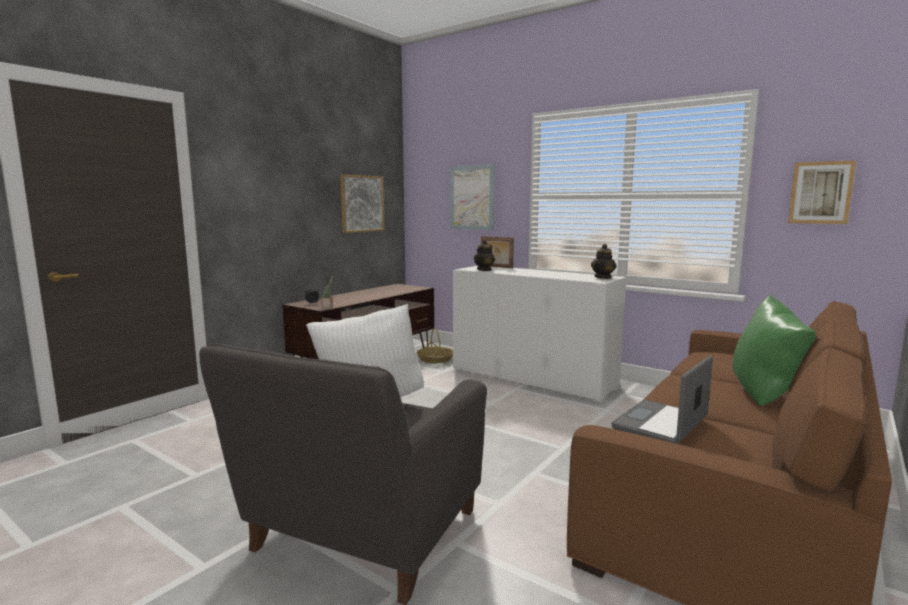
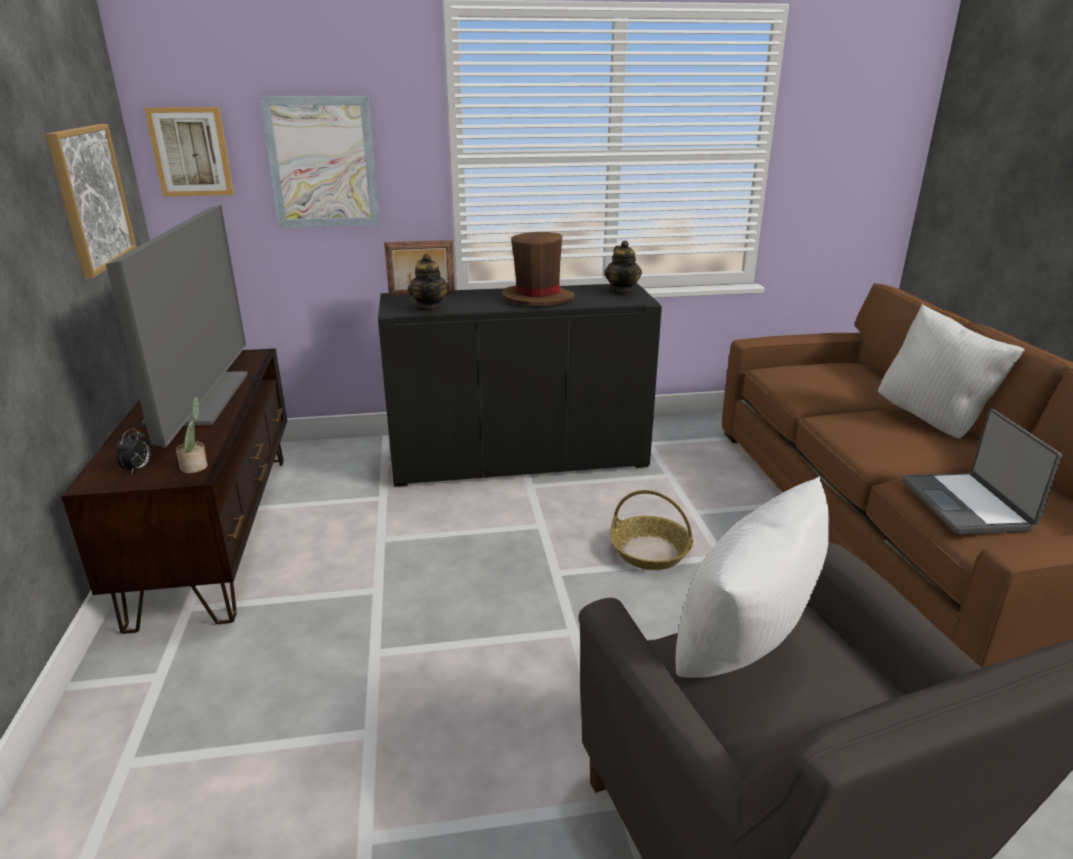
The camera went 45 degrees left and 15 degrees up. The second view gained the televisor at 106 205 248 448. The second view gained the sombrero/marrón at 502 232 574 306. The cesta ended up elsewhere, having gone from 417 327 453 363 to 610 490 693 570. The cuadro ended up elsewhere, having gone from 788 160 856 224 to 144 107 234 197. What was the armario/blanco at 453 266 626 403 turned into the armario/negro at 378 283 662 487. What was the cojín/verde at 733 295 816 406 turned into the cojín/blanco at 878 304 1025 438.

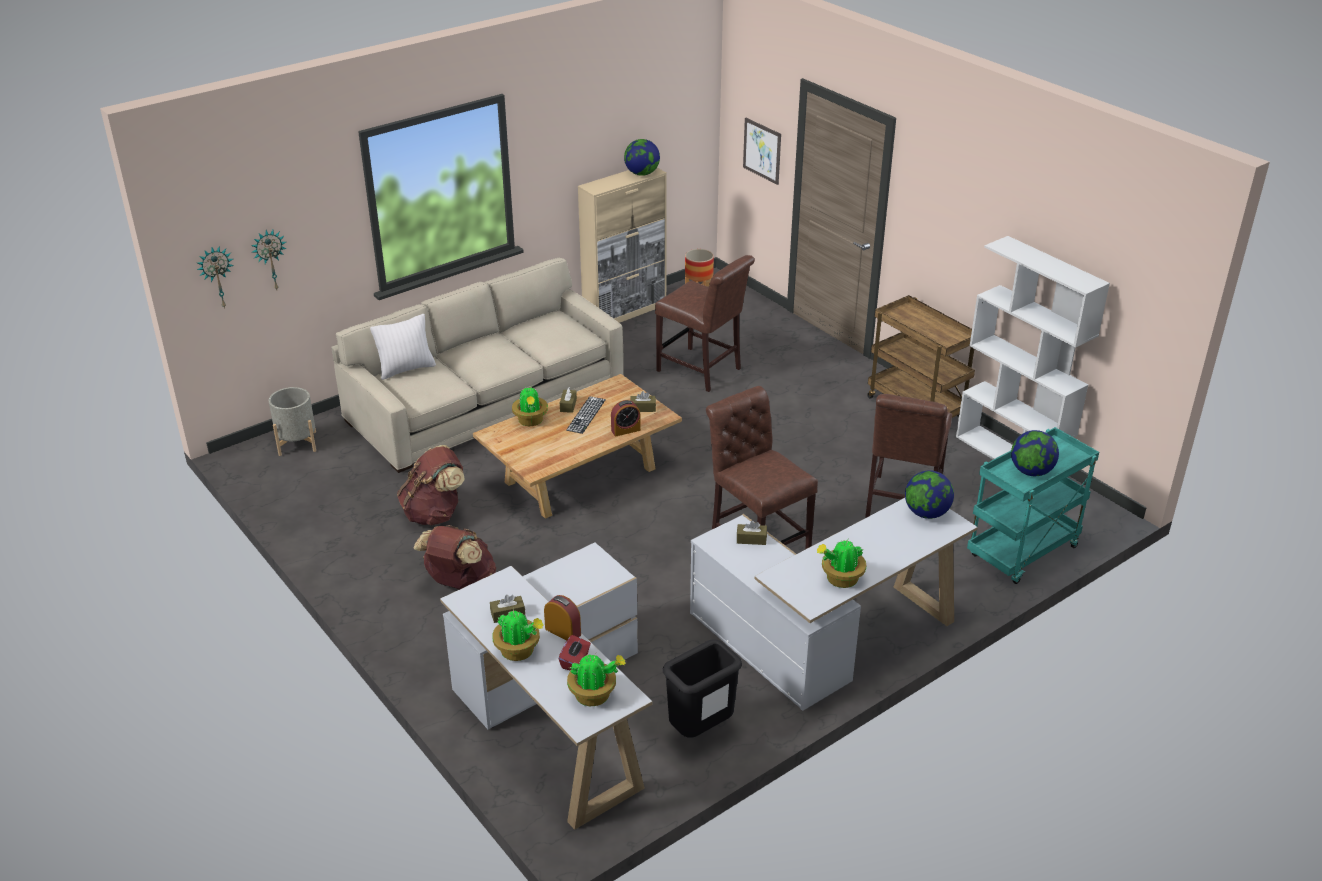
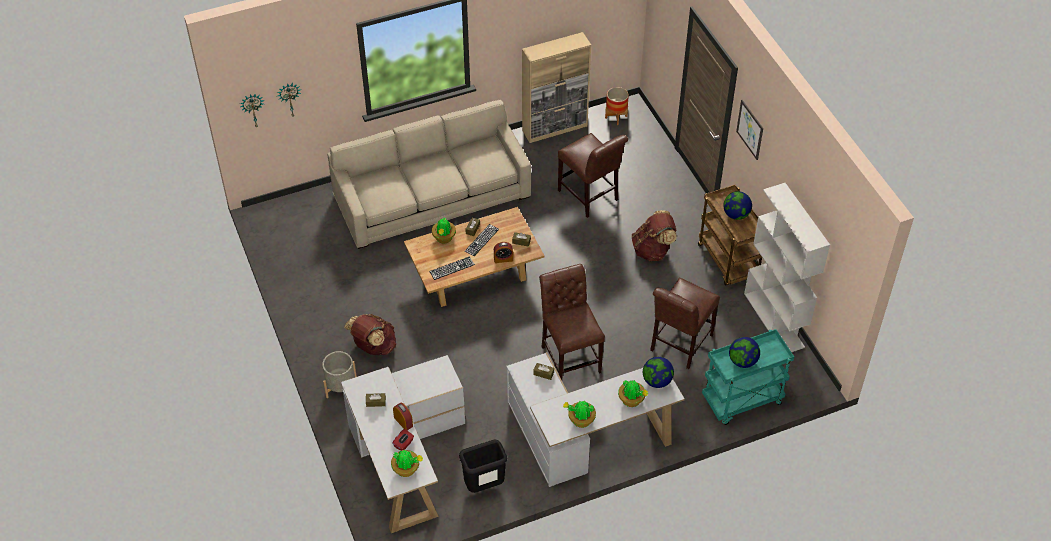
The camera went 15 degrees right and 15 degrees up. The second view lost the cojín/blanco at 370 314 436 380. The second view gained the teclado at 429 256 475 280. The maceta/gris ended up elsewhere, having gone from 269 387 316 456 to 322 351 357 398. The mochila/marrón ended up elsewhere, having gone from 397 445 465 525 to 631 210 676 261. The planta en maceta ended up elsewhere, having gone from 492 609 543 661 to 618 380 648 407. The globo terráqueo ended up elsewhere, having gone from 624 139 660 176 to 723 191 752 220. The cuadro ended up elsewhere, having gone from 743 118 781 185 to 736 100 763 160.

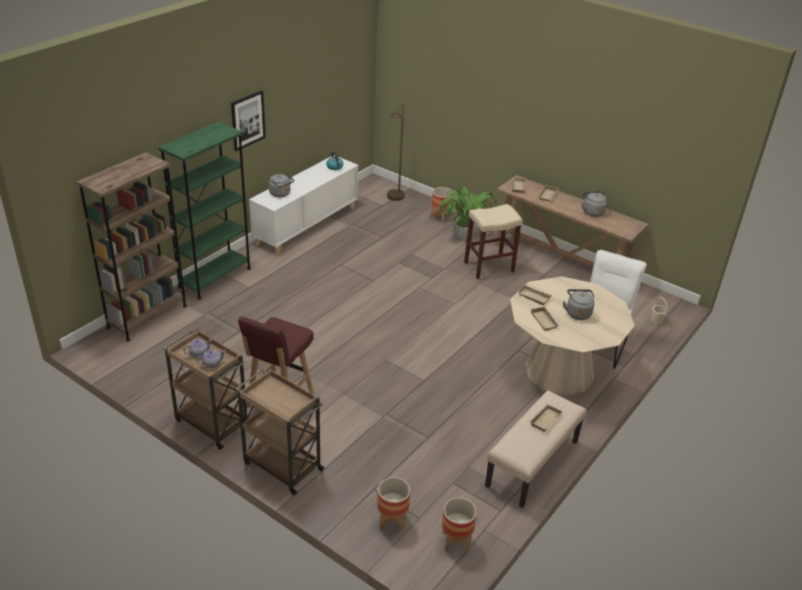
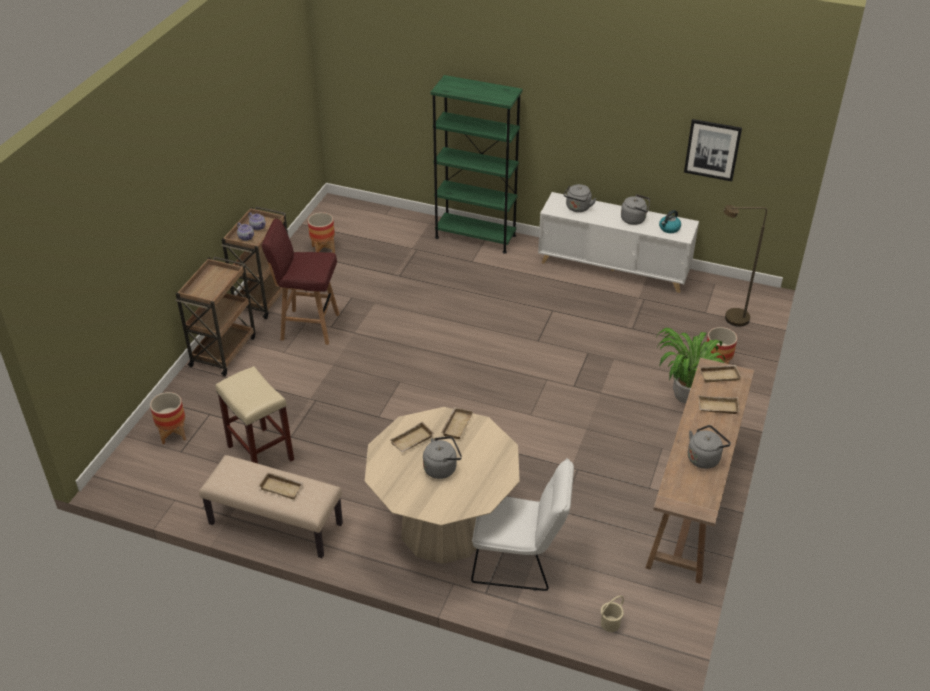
The camera went 75 degrees right and 5 degrees up. The second view lost the estantería/marrón at 76 152 187 342. The second view gained the hervidor/gris at 621 194 650 225. The cuadro ended up elsewhere, having gone from 231 90 266 151 to 684 119 742 181. The maceta ended up elsewhere, having gone from 442 498 477 552 to 308 212 335 253. The taburete/beis ended up elsewhere, having gone from 464 204 523 279 to 216 366 294 464.

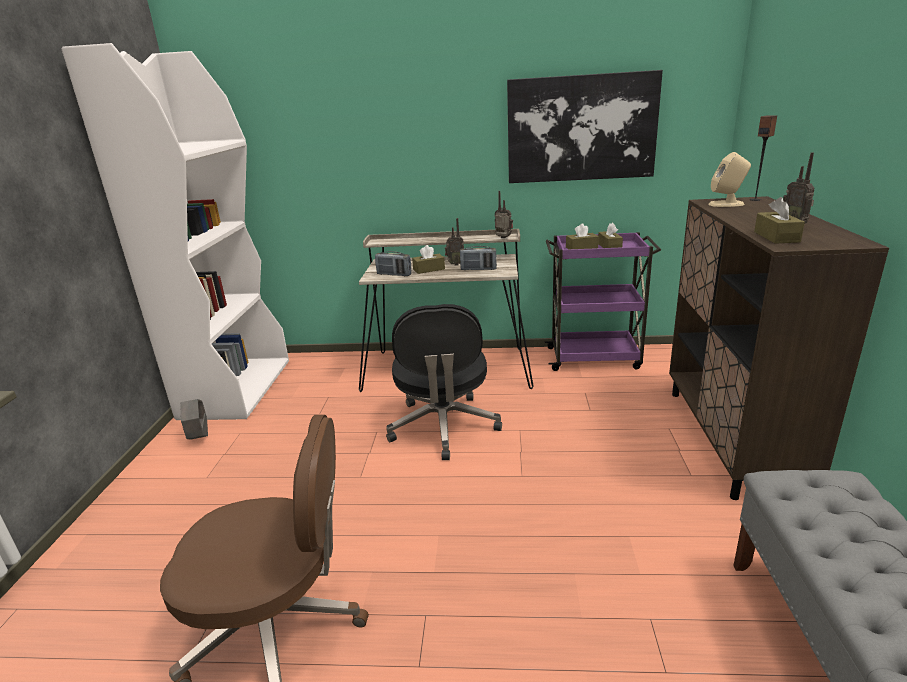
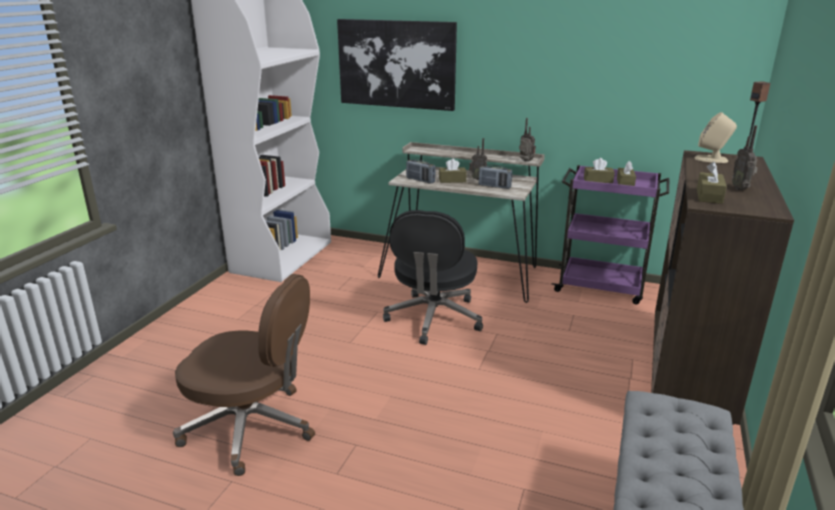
The camera went 15 degrees right and 0 degrees up. The second view lost the maceta/gris at 180 399 208 439. The cuadro ended up elsewhere, having gone from 507 70 663 183 to 337 19 457 111.

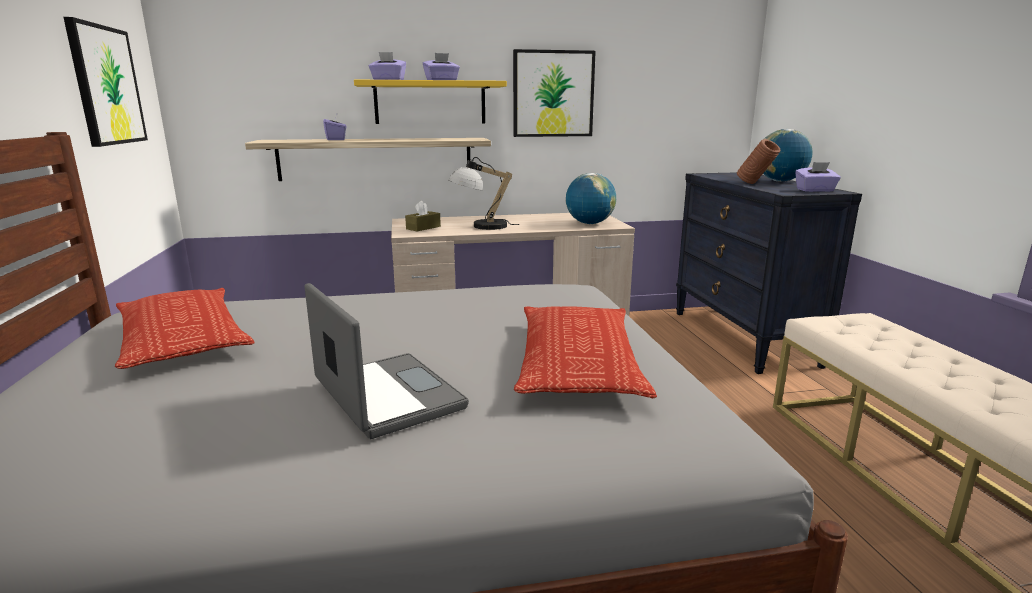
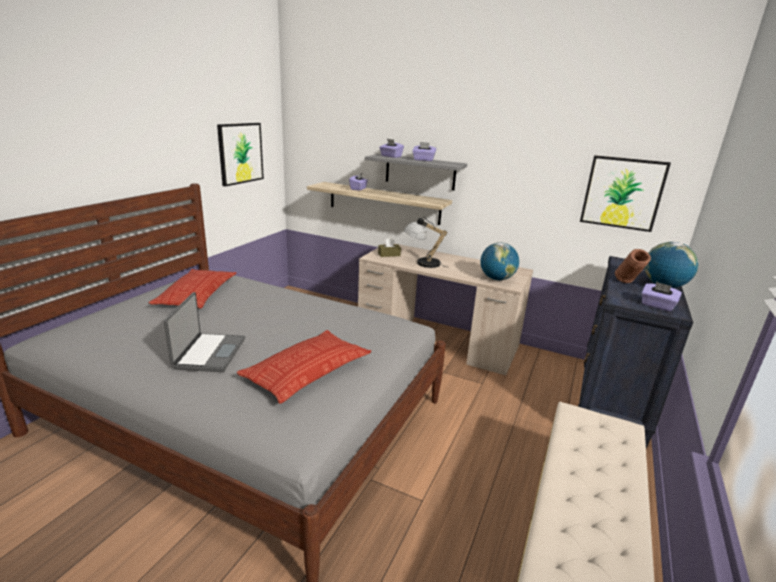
The camera went 35 degrees right and 5 degrees up. The cuadro ended up elsewhere, having gone from 513 49 596 137 to 580 155 671 232. What was the estante/amarillo at 354 80 507 124 turned into the estante/gris at 365 154 467 191.

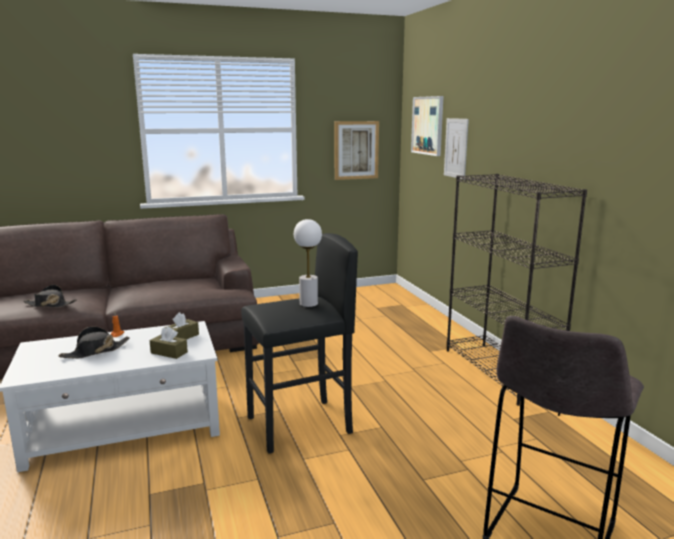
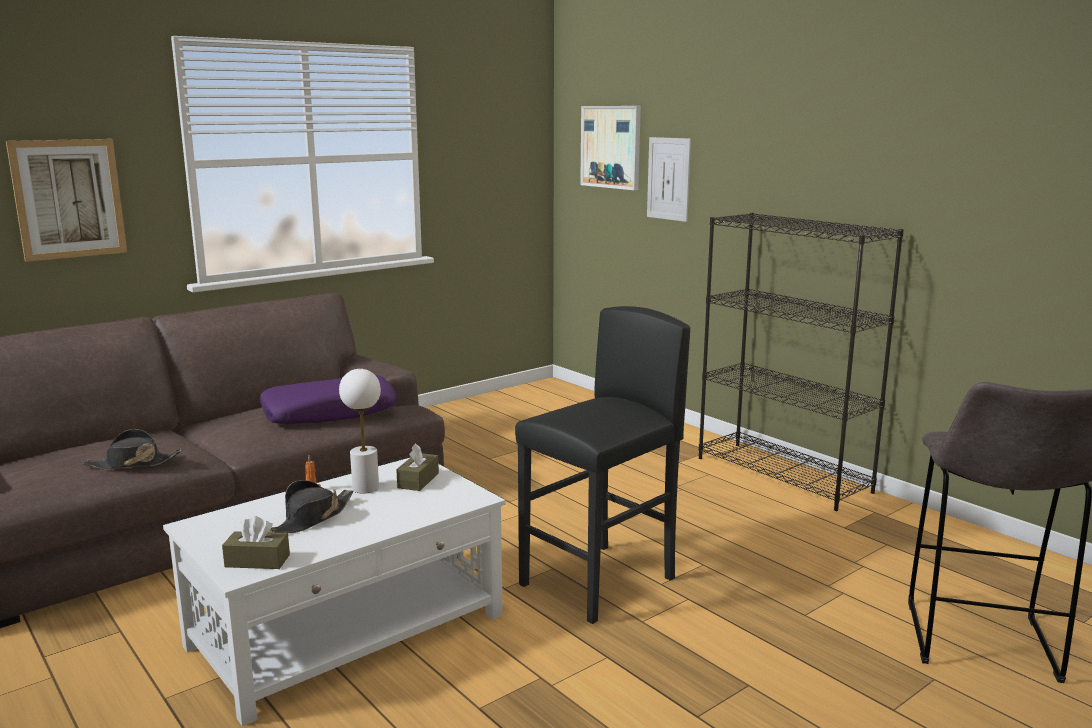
The camera went 20 degrees left and 0 degrees up. The second view gained the cojín/morado at 260 375 397 424. The caja de pañuelos/marrón ended up elsewhere, having gone from 149 326 188 359 to 222 516 290 569. The lámpara de mesa/blanco ended up elsewhere, having gone from 294 219 322 307 to 339 369 381 494. The cuadro ended up elsewhere, having gone from 335 121 379 180 to 6 139 127 262.

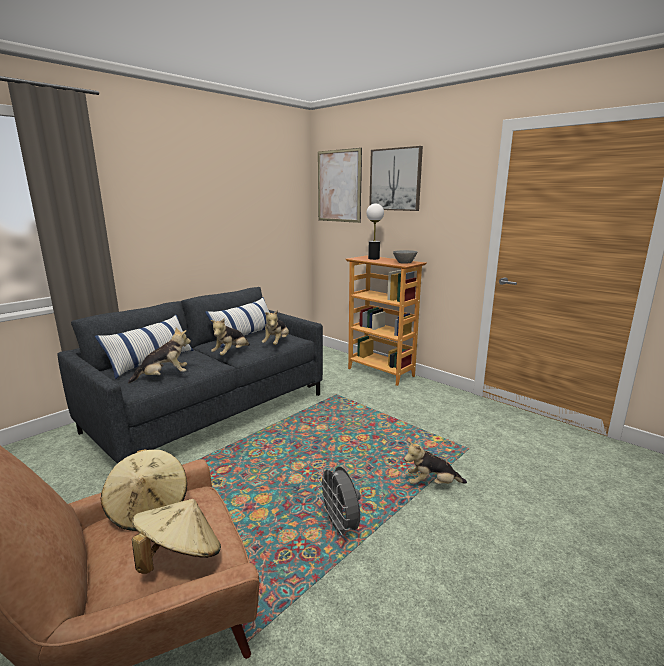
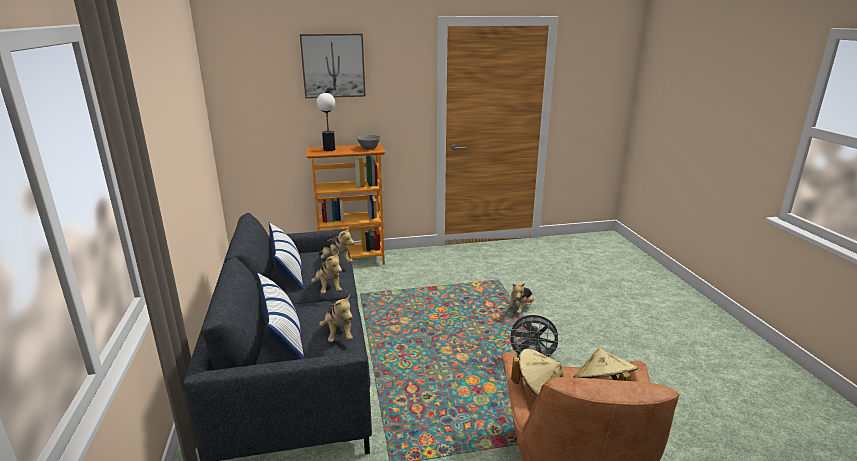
The camera went 55 degrees left and 5 degrees up. The second view lost the cuadro at 318 148 362 223. The peluche at 128 327 191 384 ended up facing another way, 150 degrees clockwise from before.

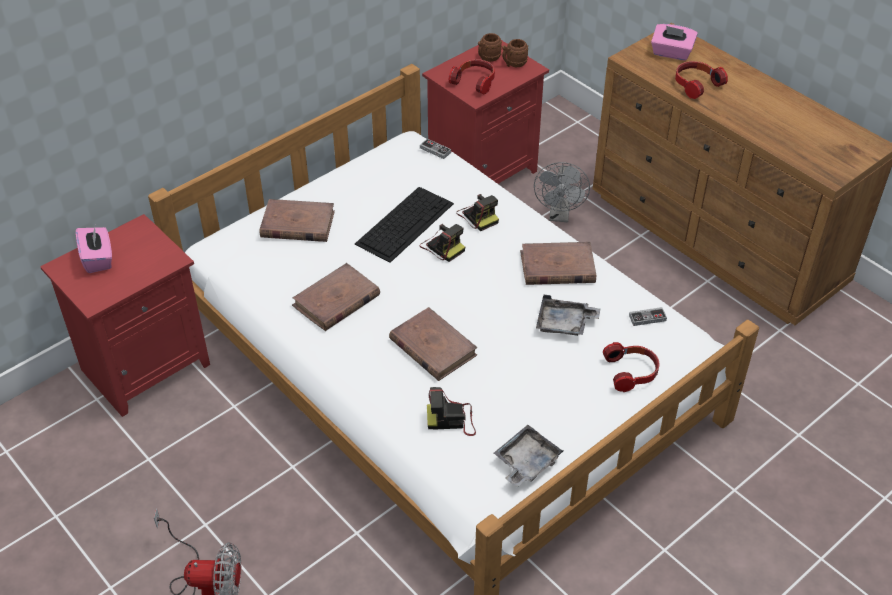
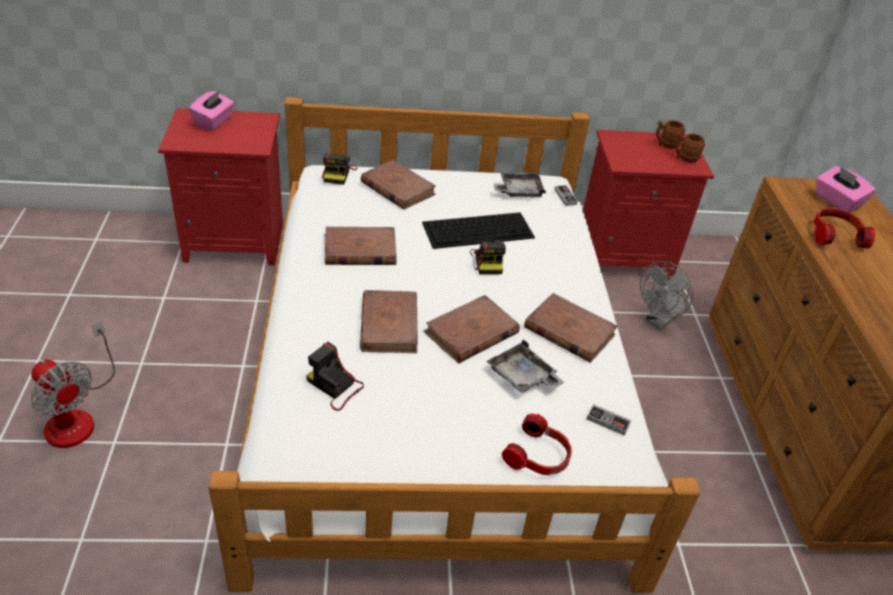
The camera went 35 degrees right and 5 degrees down. The second view lost the auriculares at 448 59 495 94. The second view gained the libro/marrón at 424 295 520 363. The cámara ended up elsewhere, having gone from 456 194 499 231 to 322 153 358 185. The bandeja/gris ended up elsewhere, having gone from 494 425 564 487 to 494 172 546 197.

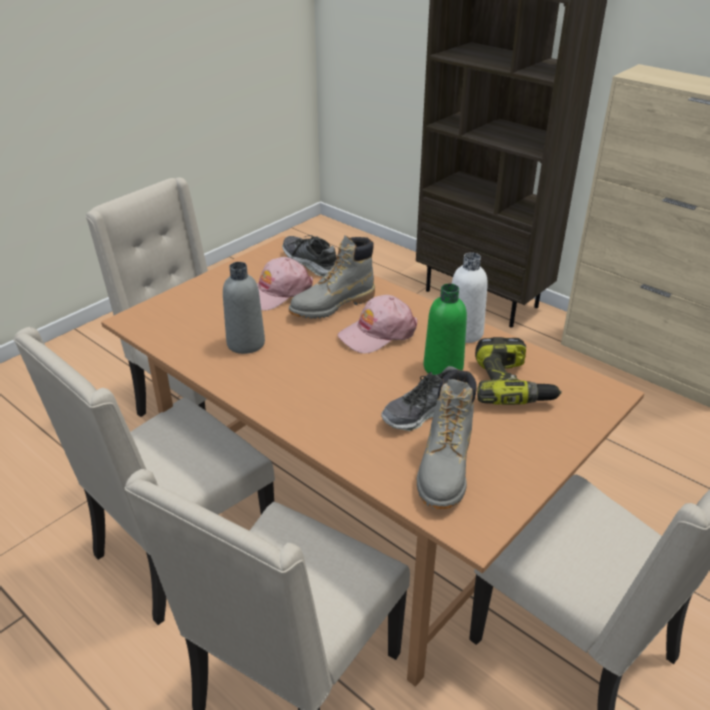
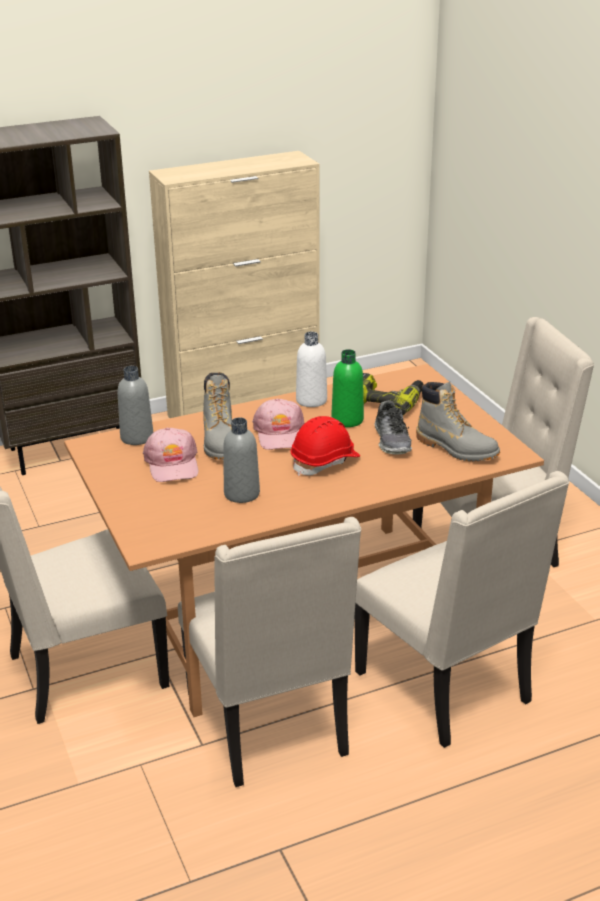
The camera went 65 degrees left and 5 degrees down. The second view gained the casco/rojo at 290 416 360 476. Where the zapato stood at 282 235 337 277, the botella/gris came to stand at 117 366 153 445.

